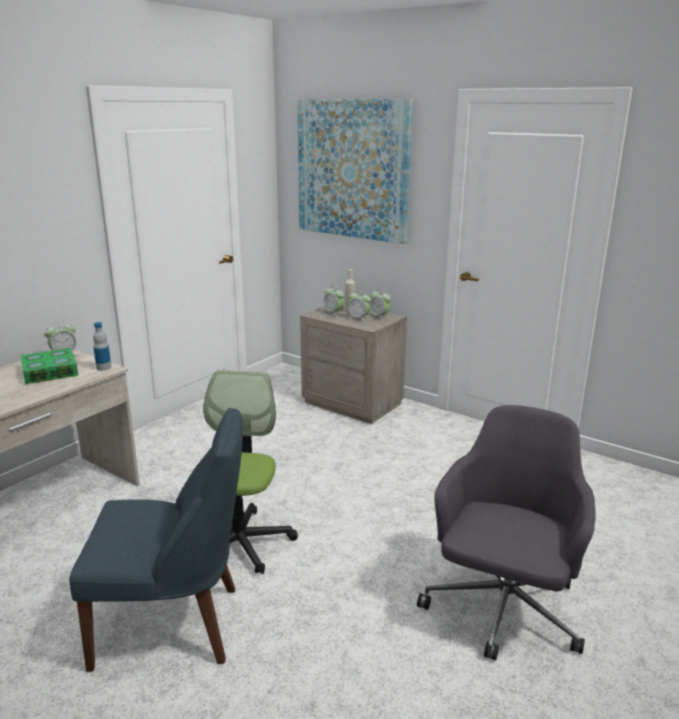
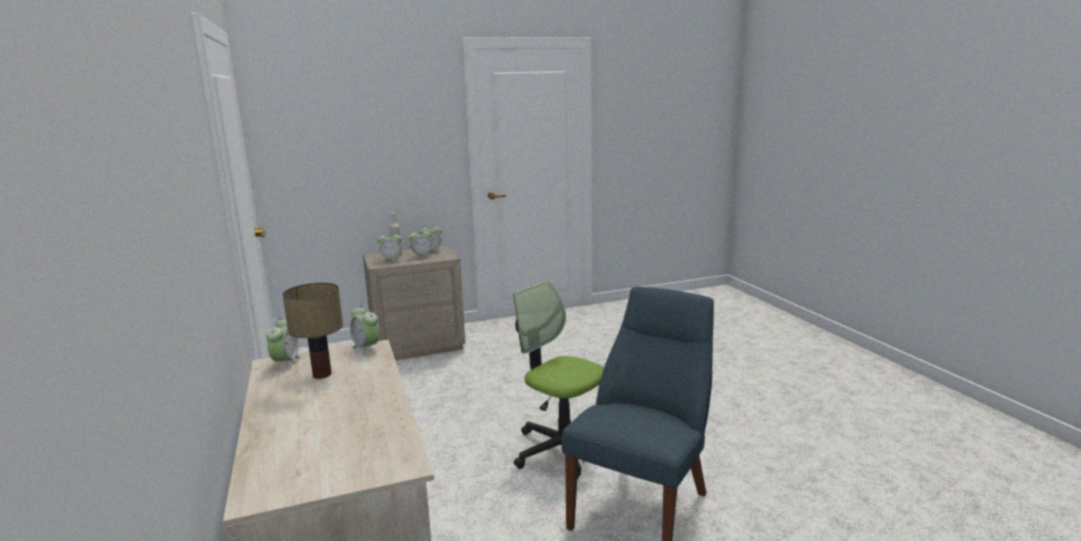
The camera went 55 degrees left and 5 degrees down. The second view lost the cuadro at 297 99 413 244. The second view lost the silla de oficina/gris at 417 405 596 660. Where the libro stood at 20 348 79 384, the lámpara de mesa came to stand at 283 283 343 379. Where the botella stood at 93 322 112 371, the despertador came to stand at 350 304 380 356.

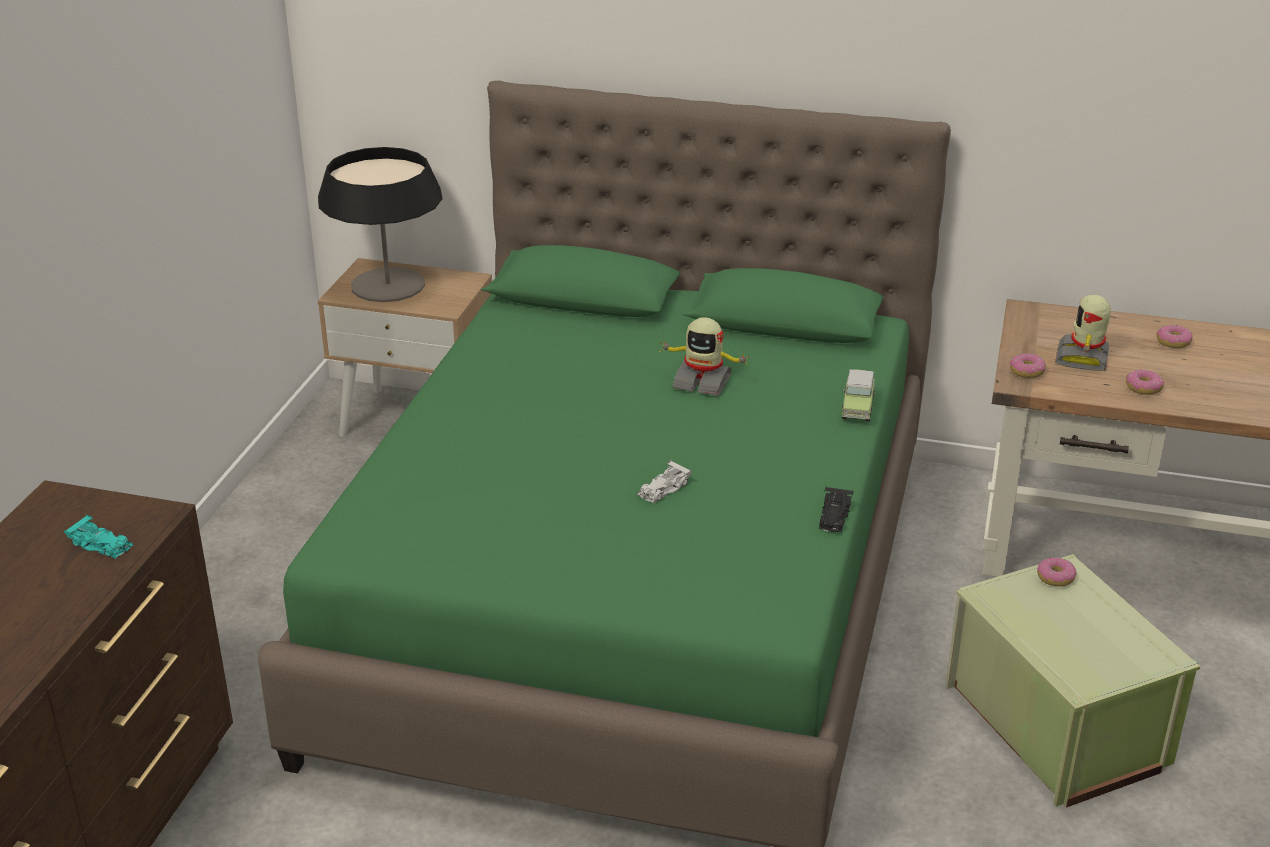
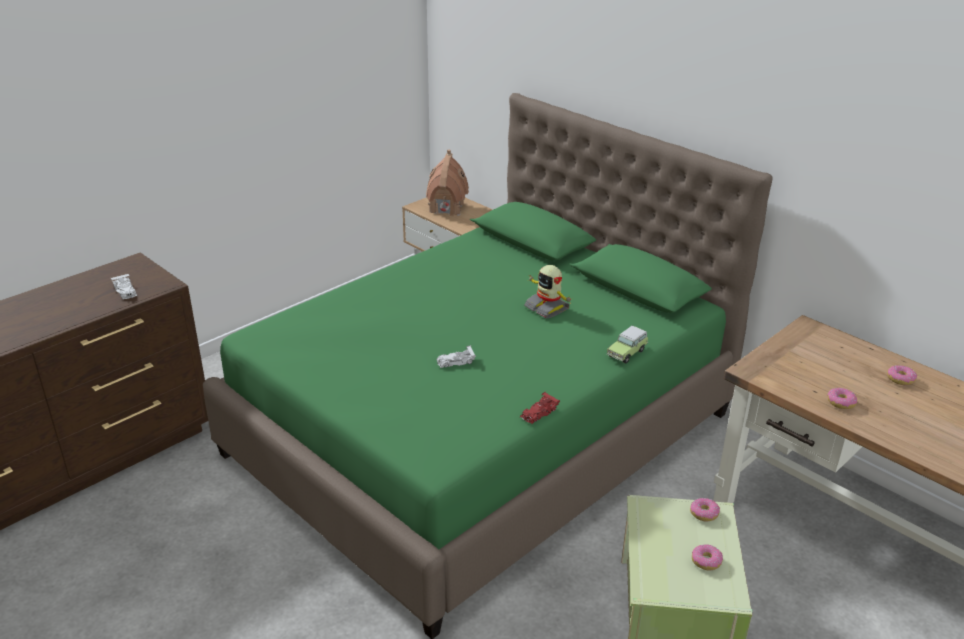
The camera went 30 degrees right and 0 degrees up. The second view lost the robot de juguete at 1055 295 1111 371. The rosquilla ended up elsewhere, having gone from 1010 353 1046 378 to 692 544 723 570. Where the lámpara de mesa stood at 318 147 442 302, the casita came to stand at 426 149 469 216. What was the coche de juguete/turquesa at 64 515 133 559 turned into the coche de juguete/blanco at 110 274 138 299. What was the coche de juguete/negro at 819 487 854 532 turned into the coche de juguete/rojo at 520 391 560 425.

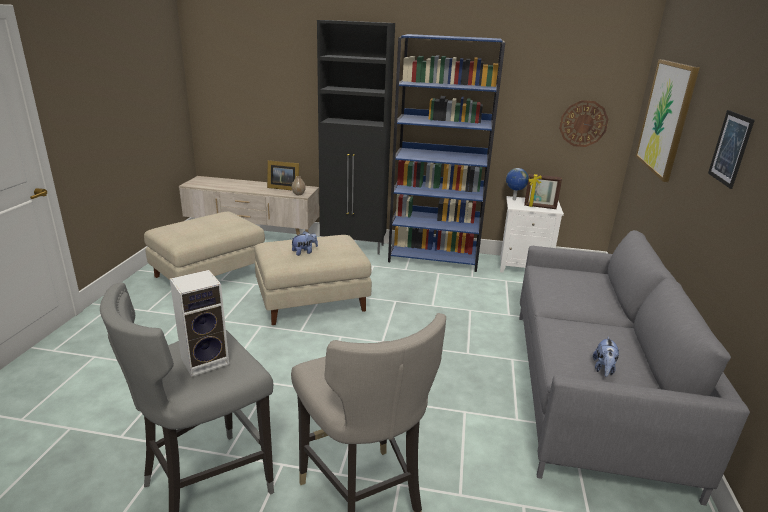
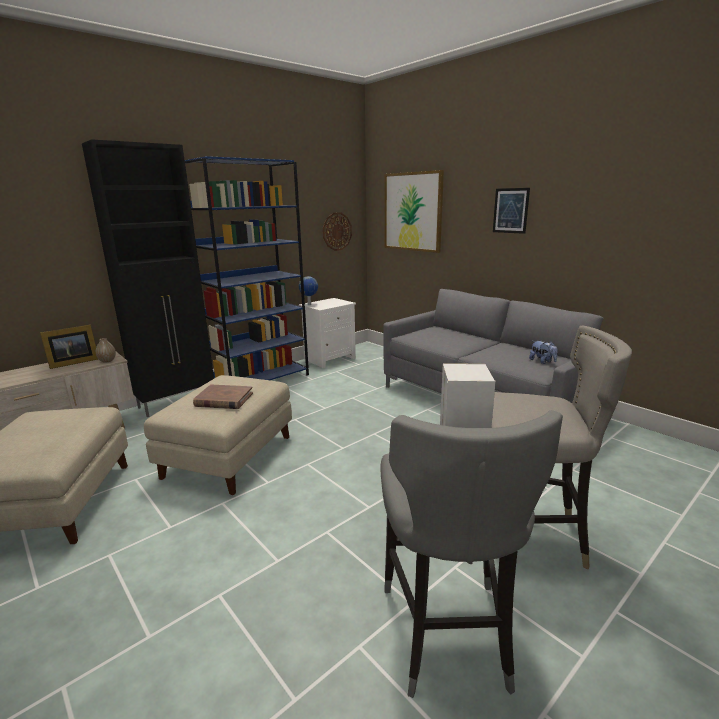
The camera went 50 degrees left and 5 degrees down. The second view lost the portarretratos at 524 174 562 209. Where the peluche stood at 291 231 318 256, the libro/marrón came to stand at 193 385 253 409.

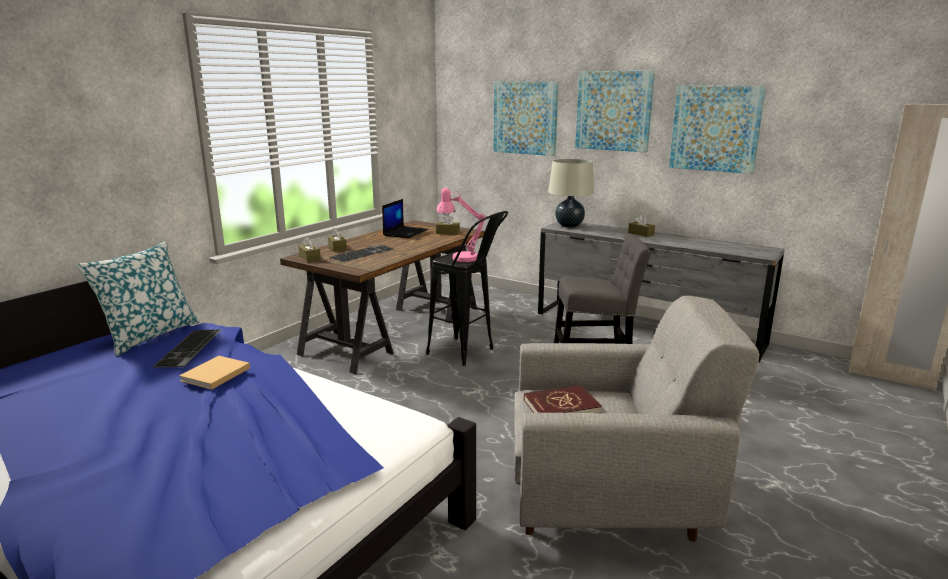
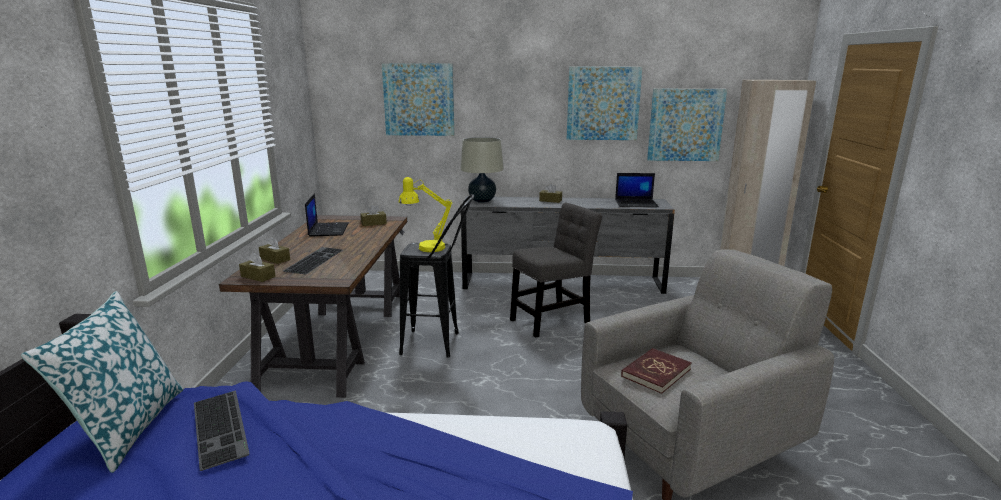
The camera went 30 degrees left and 0 degrees up. The second view lost the libro/beis at 179 356 250 390. The second view gained the portátil at 615 173 659 207. The cuadro ended up elsewhere, having gone from 575 71 655 152 to 647 89 727 161. What was the lámpara de mesa/rosa at 436 188 486 262 turned into the lámpara de mesa/amarillo at 399 177 452 252.

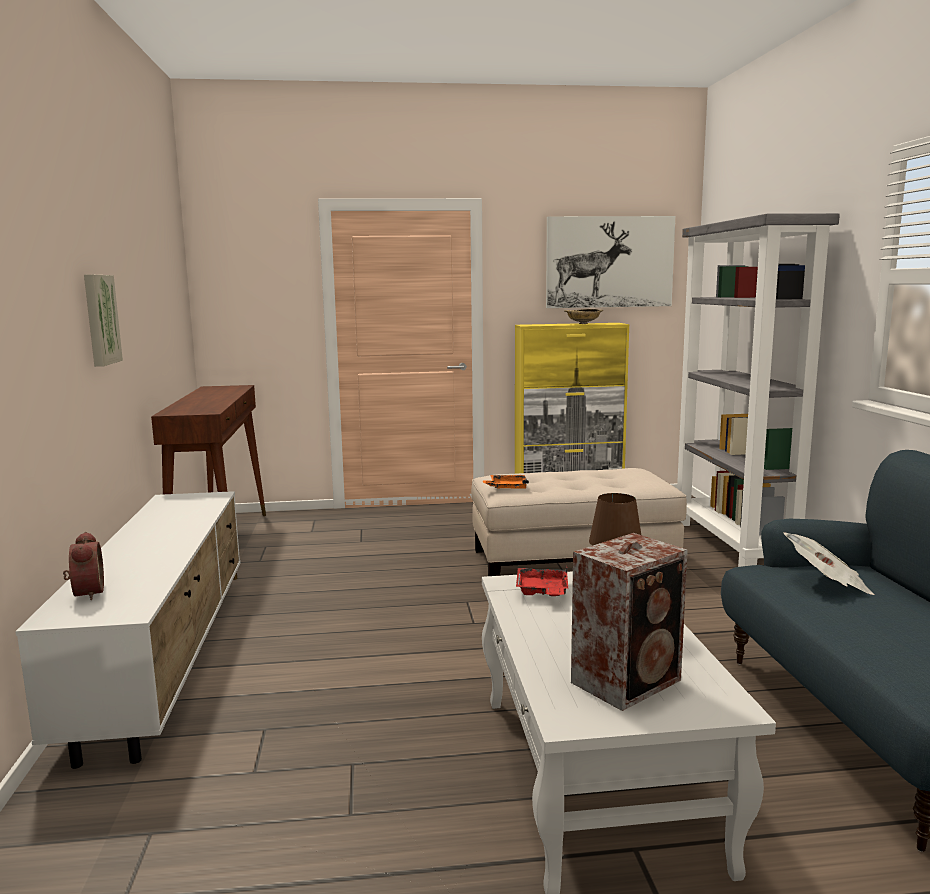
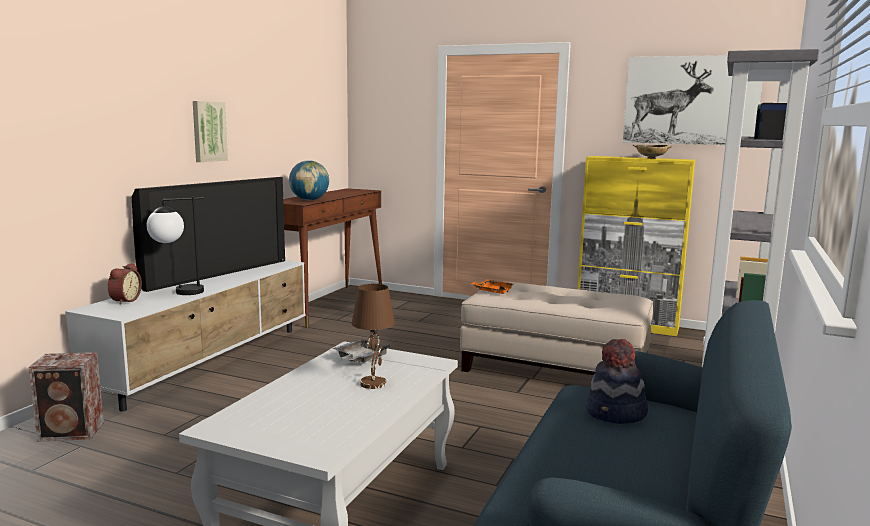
The camera went 30 degrees right and 0 degrees up. The second view gained the televisor at 132 177 285 292. The second view gained the lámpara de mesa at 146 196 204 295. The second view gained the globo terráqueo at 289 160 329 201. The altavoz ended up elsewhere, having gone from 571 533 688 711 to 29 352 104 442. Where the periódico stood at 783 532 875 595, the sombrero came to stand at 586 339 648 424. What was the bandeja/rojo at 516 566 568 596 turned into the bandeja/gris at 332 339 391 363.

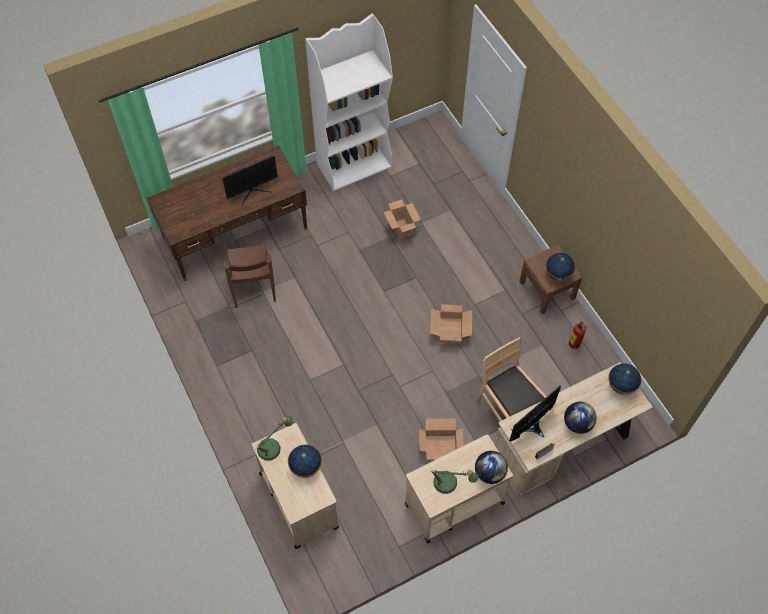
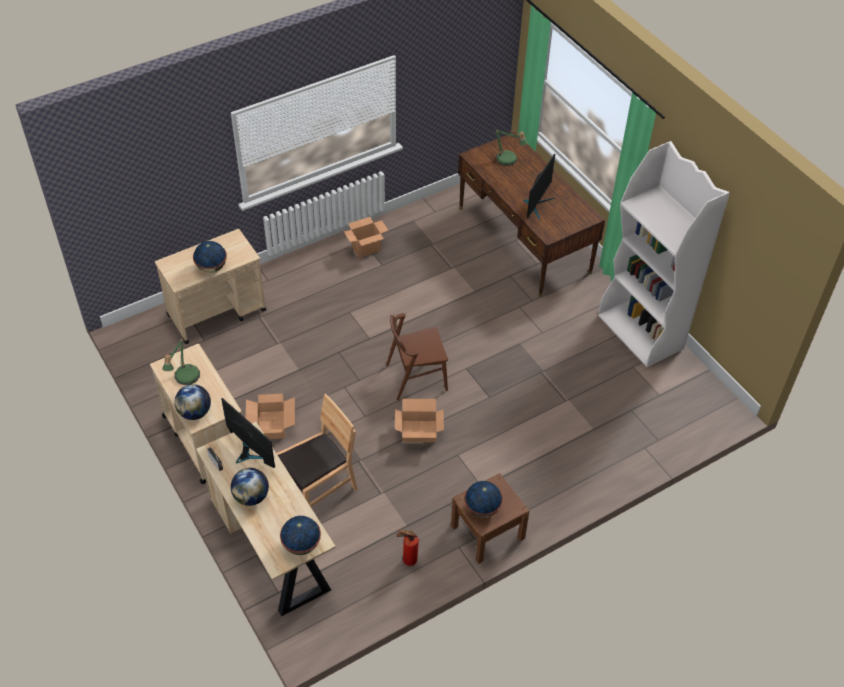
The camera went 85 degrees right and 10 degrees down. The silla/marrón ended up elsewhere, having gone from 223 244 276 308 to 386 313 448 400. The lámpara de mesa ended up elsewhere, having gone from 255 416 293 461 to 495 129 528 166. The caja de cartón ended up elsewhere, having gone from 384 200 421 240 to 344 217 389 258. The monitor at 222 156 278 205 ended up facing another way, 120 degrees counterclockwise from before.

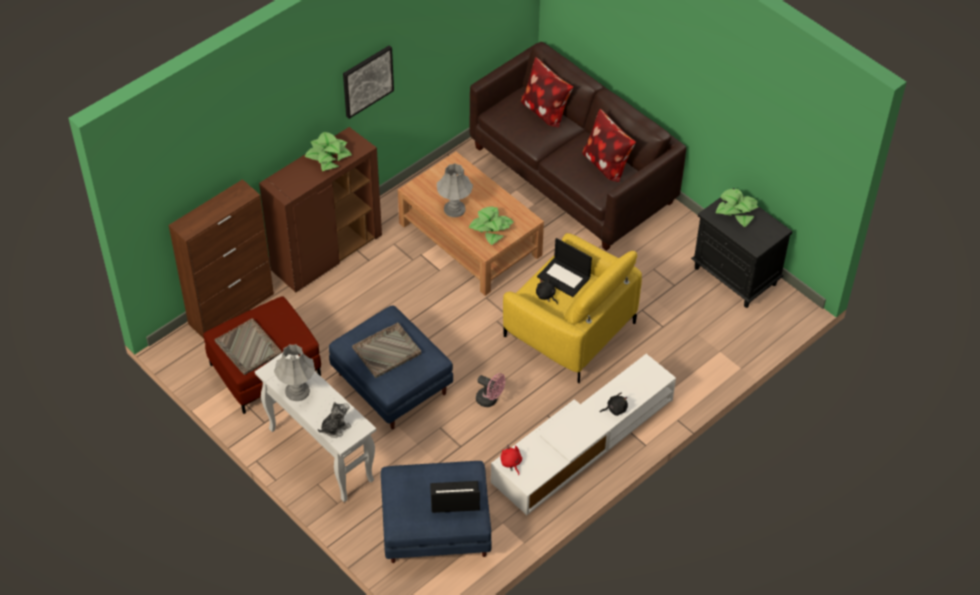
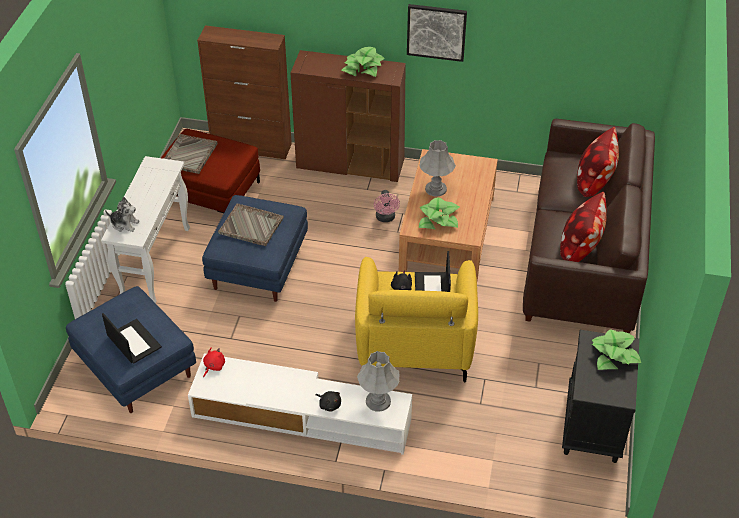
The camera went 55 degrees right and 5 degrees down. The lámpara de mesa/gris ended up elsewhere, having gone from 274 344 315 401 to 357 351 399 412. The ventilador/rosa ended up elsewhere, having gone from 476 373 505 407 to 374 190 400 222.

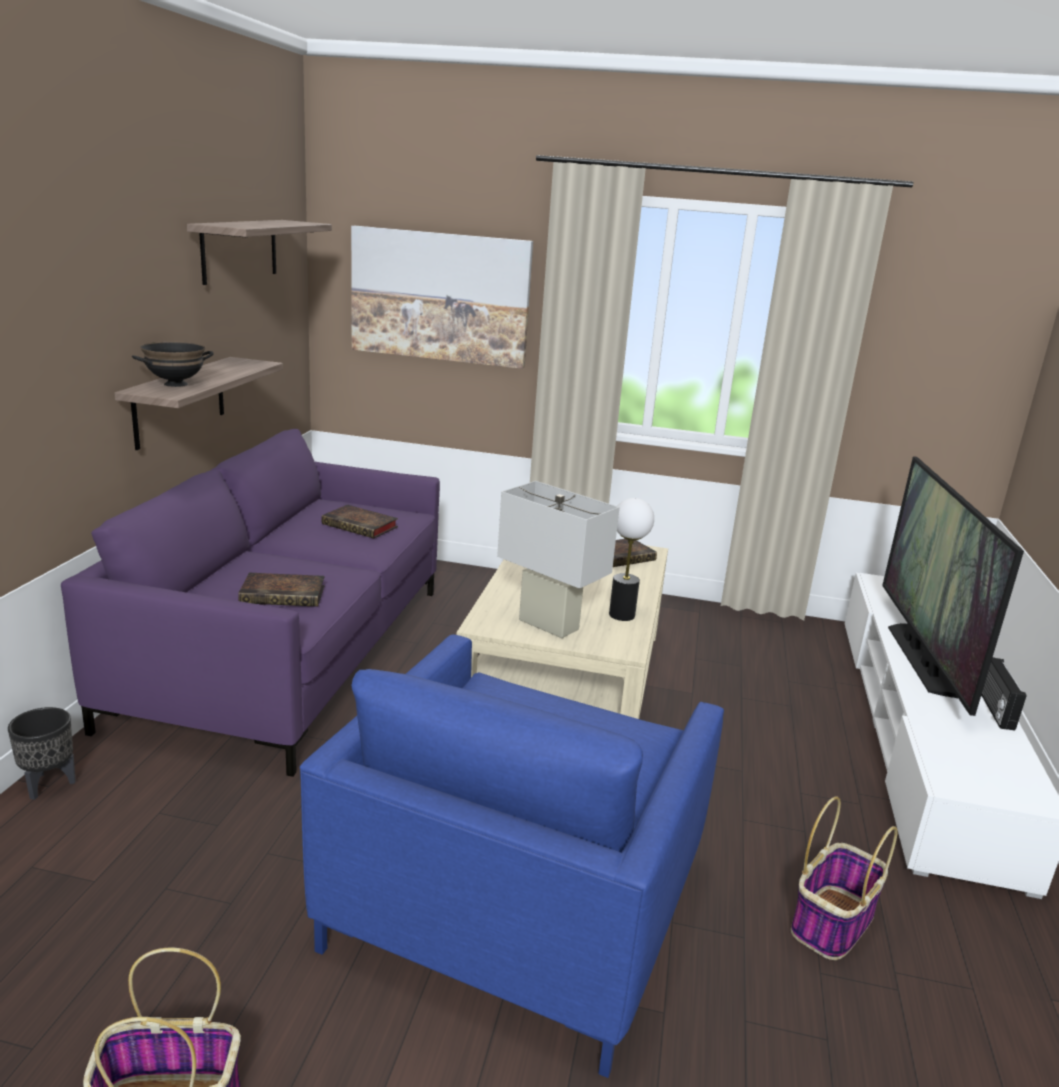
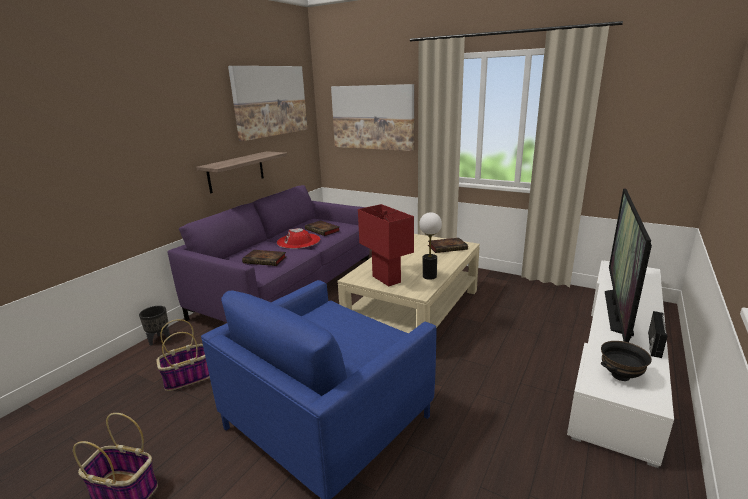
The camera went 20 degrees right and 0 degrees up. The second view gained the sombrero/rojo at 277 228 320 249. The cuenco/negro ended up elsewhere, having gone from 132 341 214 387 to 601 341 652 381. The cesta ended up elsewhere, having gone from 791 797 898 960 to 157 319 210 391. Where the estante hung at 187 220 332 285, the cuadro came to hang at 228 66 307 141. What was the lámpara de mesa/blanco at 497 481 619 638 turned into the lámpara de mesa/rojo at 358 204 414 286.

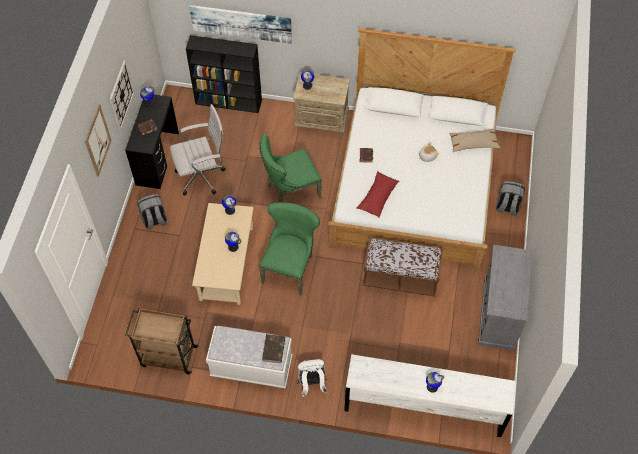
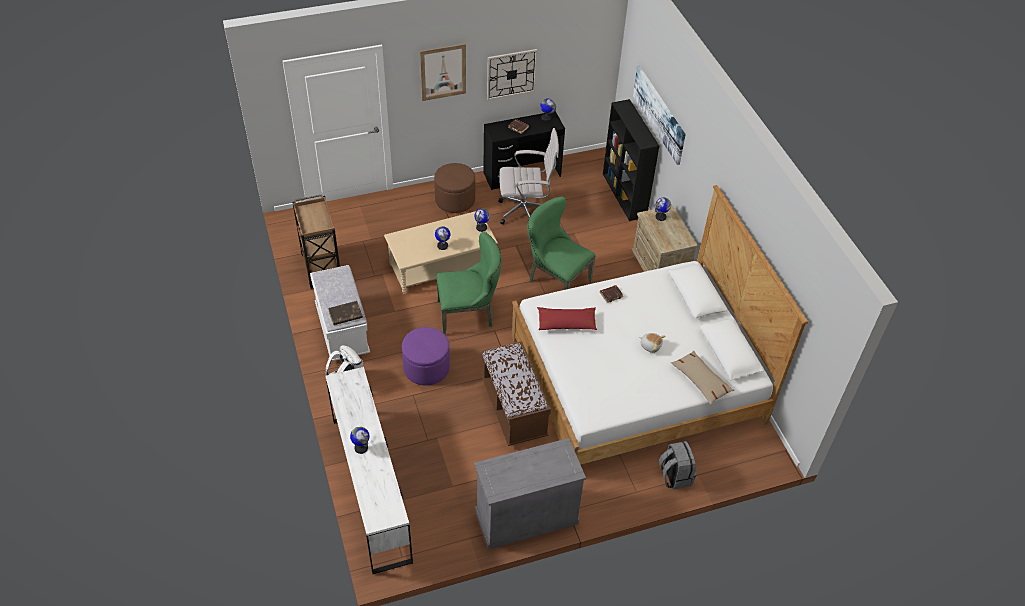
The camera went 60 degrees right and 10 degrees down. The second view gained the puf/morado at 402 327 450 385. Where the mochila/gris stood at 137 194 167 230, the puf/marrón came to stand at 434 163 475 213. The silla de oficina/blanco at 170 104 226 196 ended up facing another way, 45 degrees counterclockwise from before.

